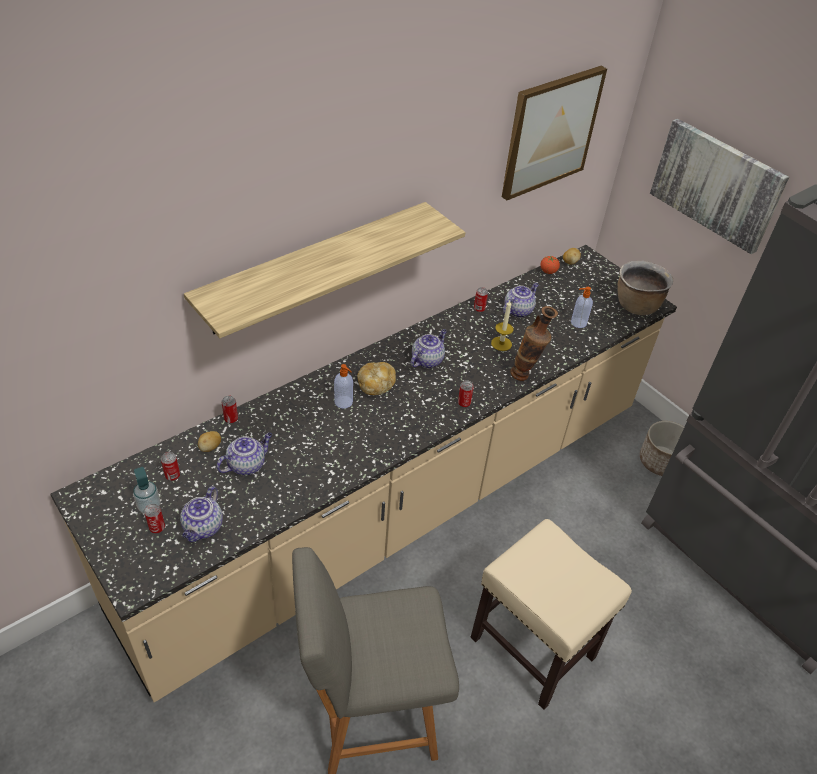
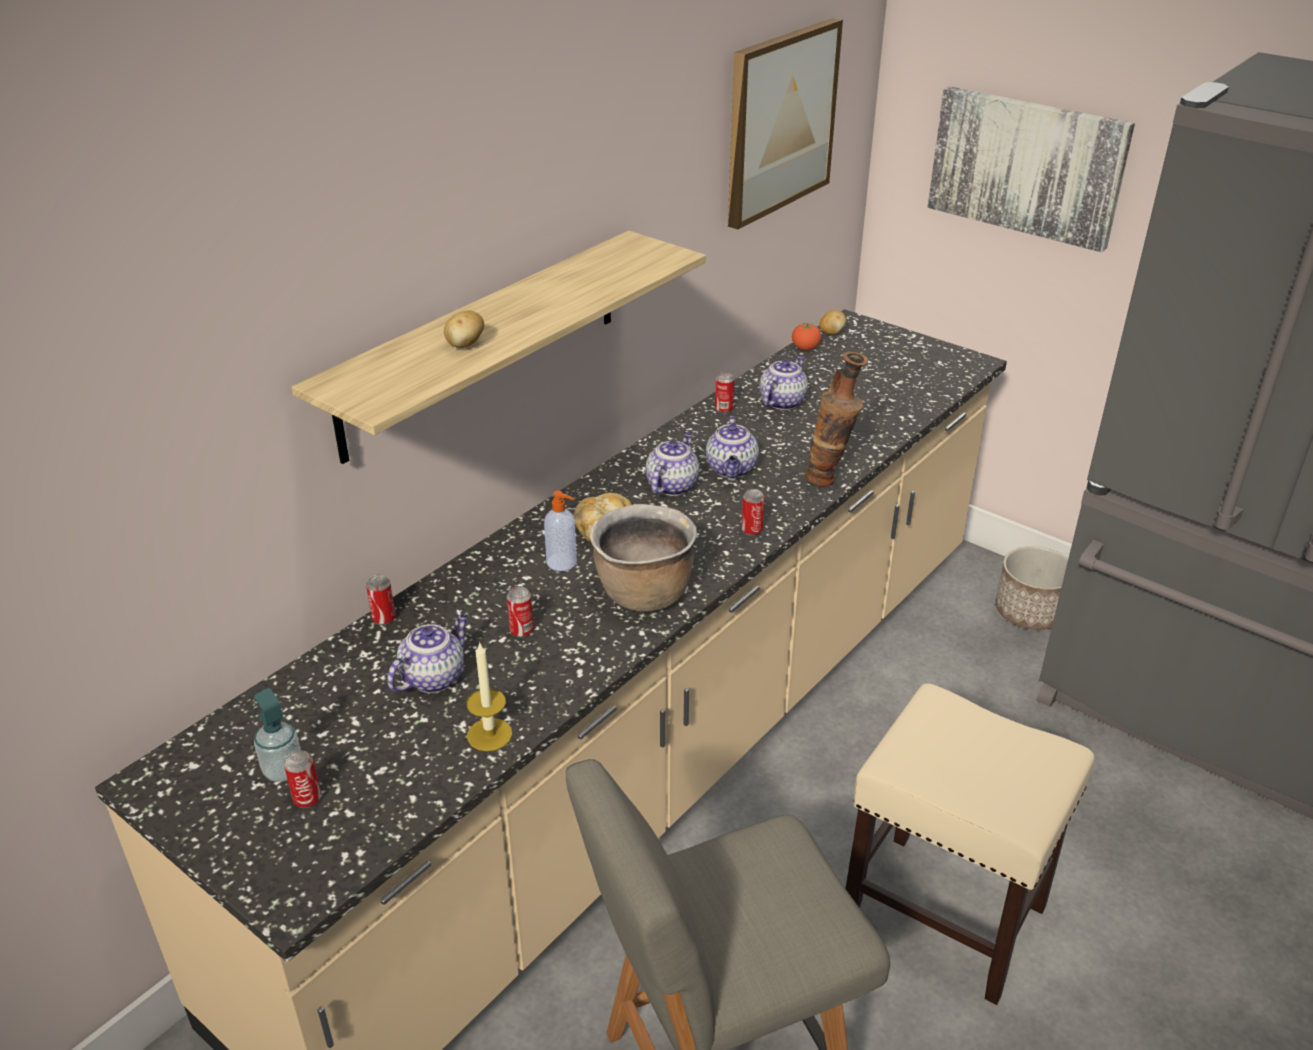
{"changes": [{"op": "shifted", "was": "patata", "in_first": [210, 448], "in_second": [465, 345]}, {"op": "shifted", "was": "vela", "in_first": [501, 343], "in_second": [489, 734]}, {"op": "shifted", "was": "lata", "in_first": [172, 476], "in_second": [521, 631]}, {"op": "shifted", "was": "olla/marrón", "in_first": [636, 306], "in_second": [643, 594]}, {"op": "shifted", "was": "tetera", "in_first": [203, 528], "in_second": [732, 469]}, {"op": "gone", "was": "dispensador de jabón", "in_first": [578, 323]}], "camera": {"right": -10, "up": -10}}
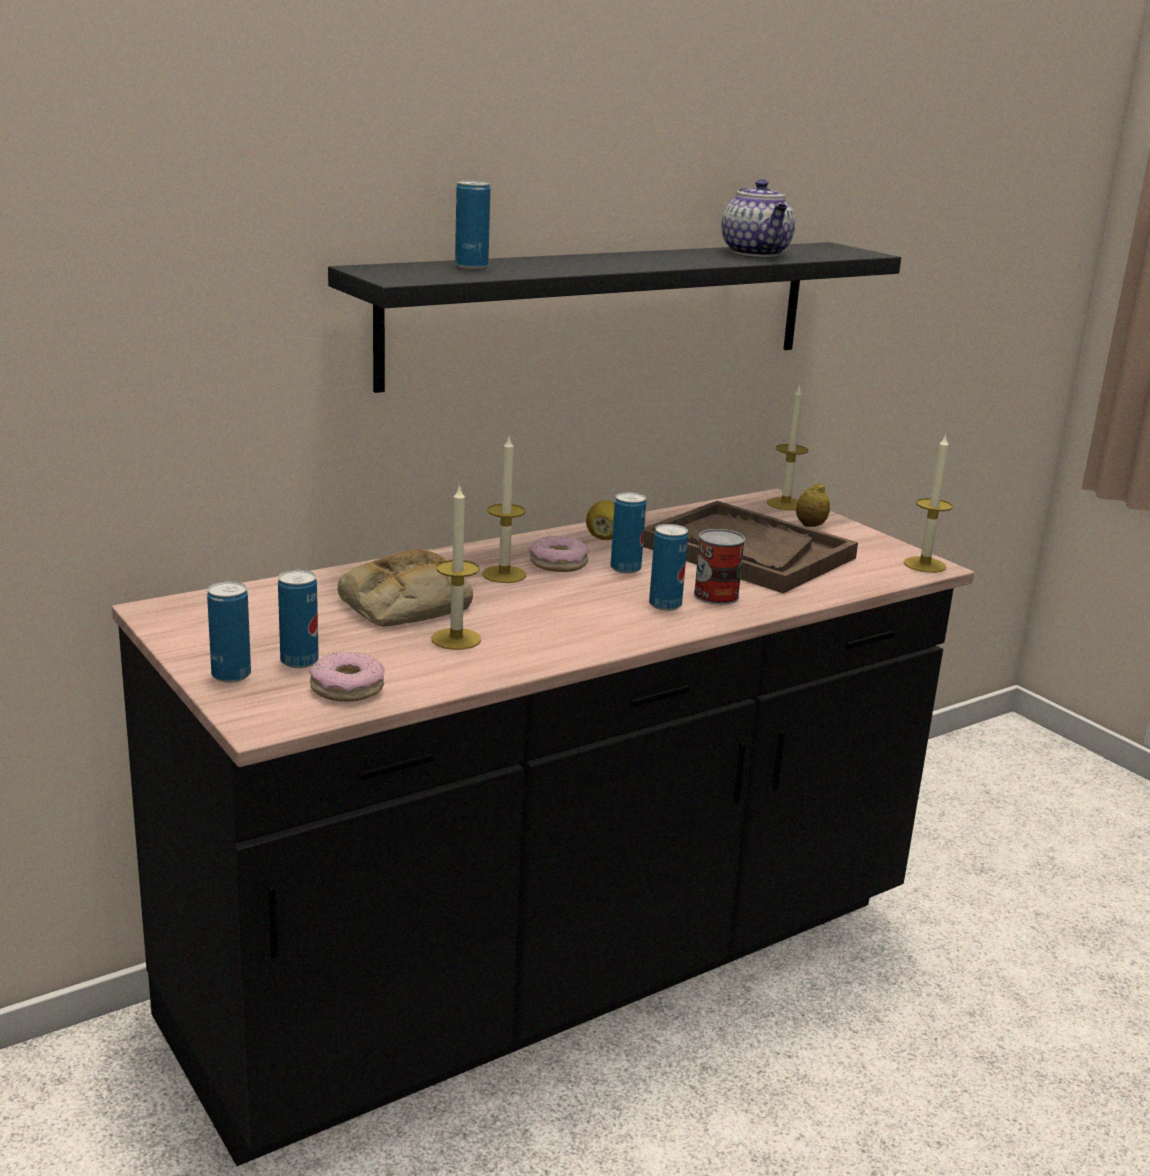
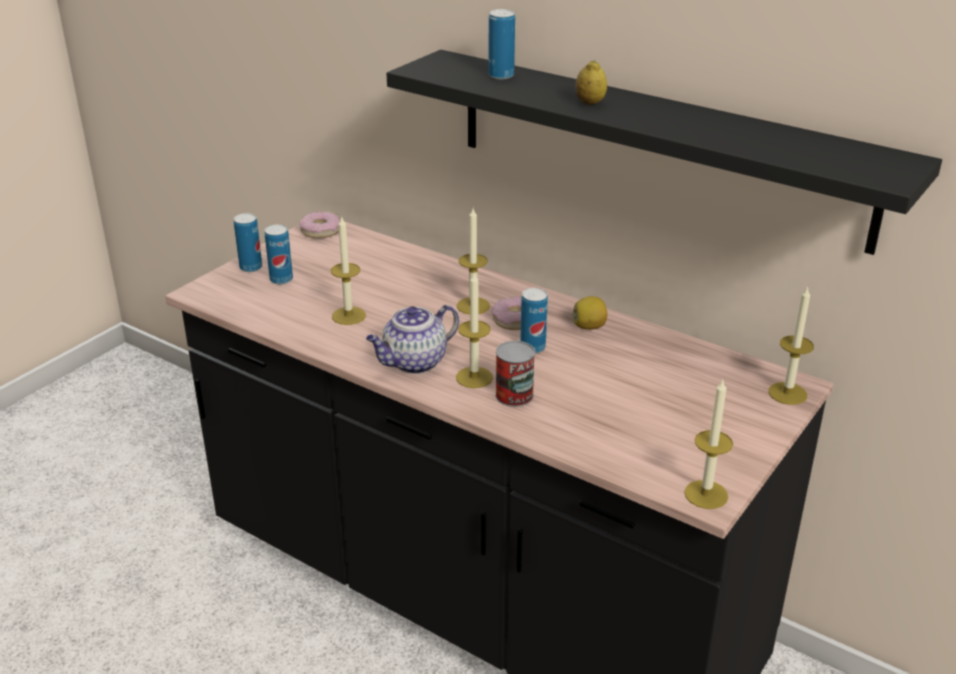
{"changes": [{"op": "shifted", "was": "rosquilla", "in_first": [347, 688], "in_second": [320, 231]}, {"op": "shifted", "was": "tetera", "in_first": [756, 253], "in_second": [414, 363]}, {"op": "swapped", "was": "lata", "now": "vela", "in_first": [665, 605], "in_second": [474, 377]}, {"op": "shifted", "was": "limón", "in_first": [810, 525], "in_second": [590, 103]}, {"op": "gone", "was": "pan", "in_first": [404, 604]}, {"op": "gone", "was": "bandeja/marrón", "in_first": [746, 551]}], "camera": {"right": 70, "up": 10}}
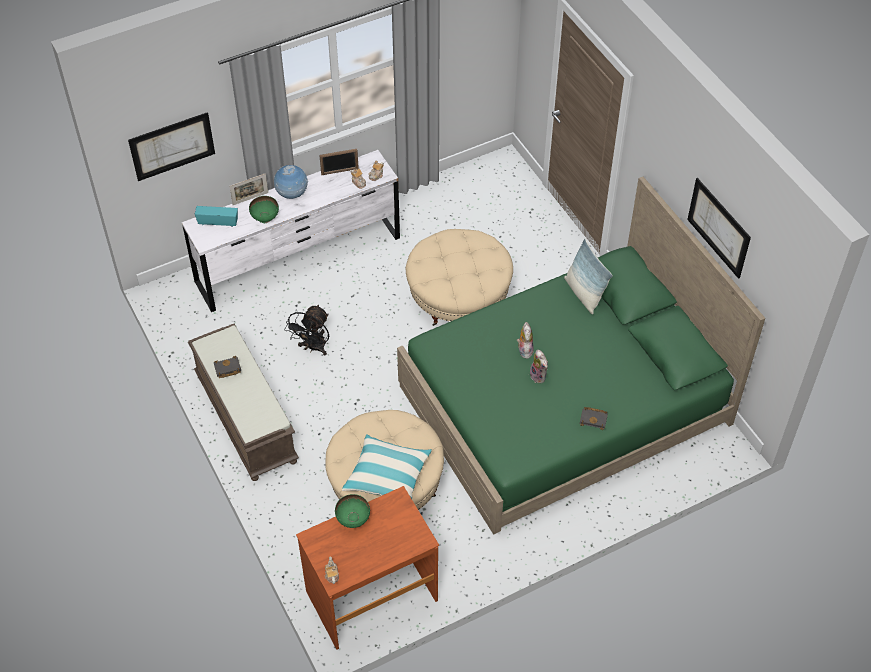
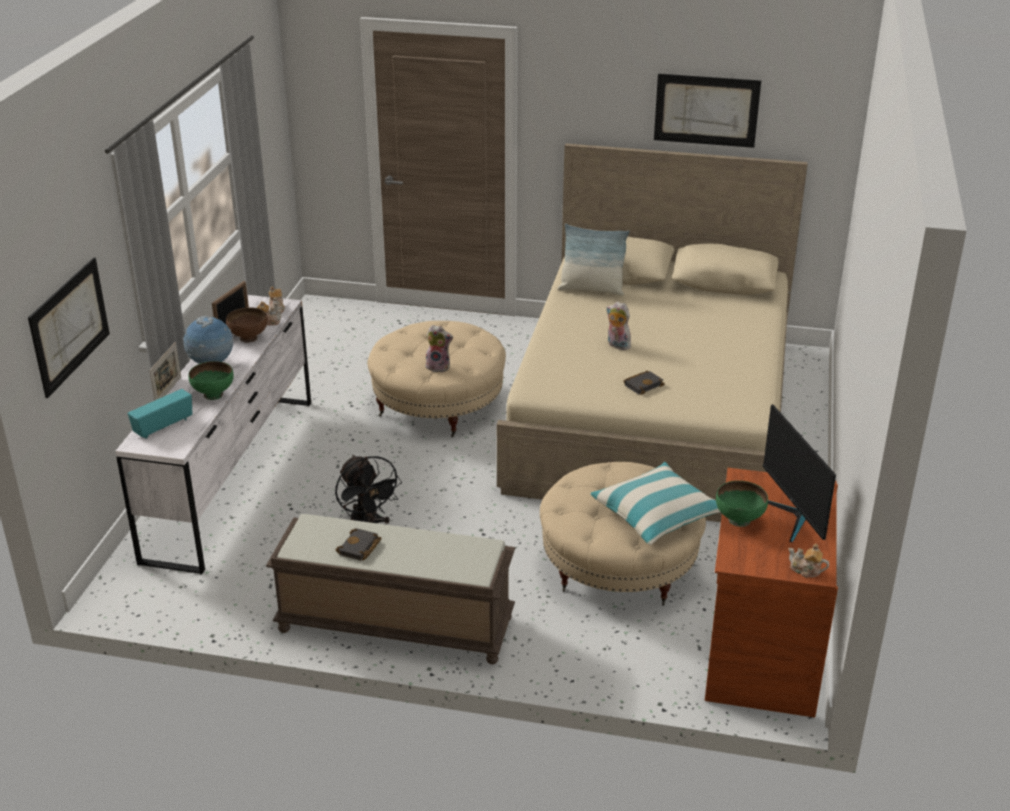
{"changes": [{"op": "new", "now": "cuenco/marrón", "in_second": [248, 338]}, {"op": "shifted", "was": "peluche", "in_first": [539, 376], "in_second": [439, 367]}, {"op": "repainted", "was": "cama/verde", "now": "cama/beis", "in_first": [564, 404], "in_second": [654, 412]}, {"op": "shifted", "was": "libro/negro", "in_first": [594, 419], "in_second": [643, 384]}, {"op": "new", "now": "monitor", "in_second": [793, 516]}], "camera": {"right": -50, "up": -20}}
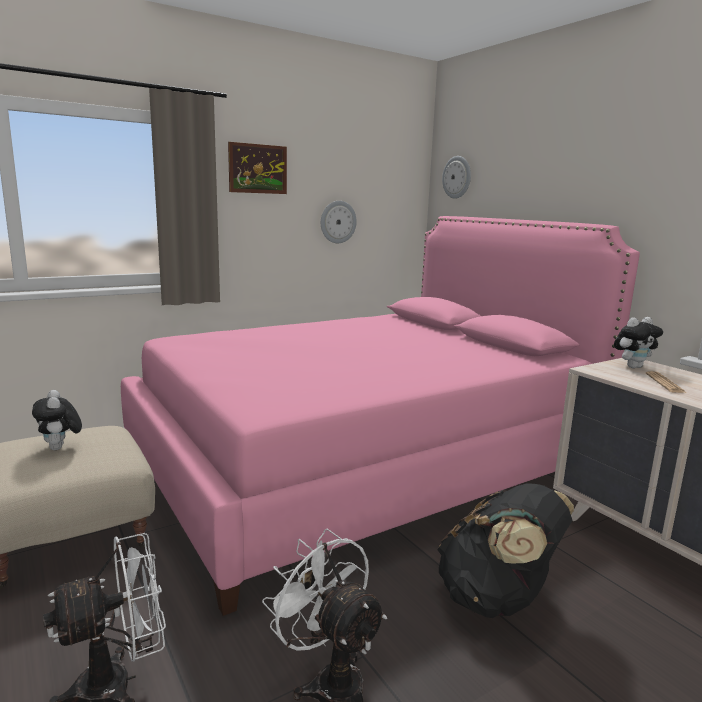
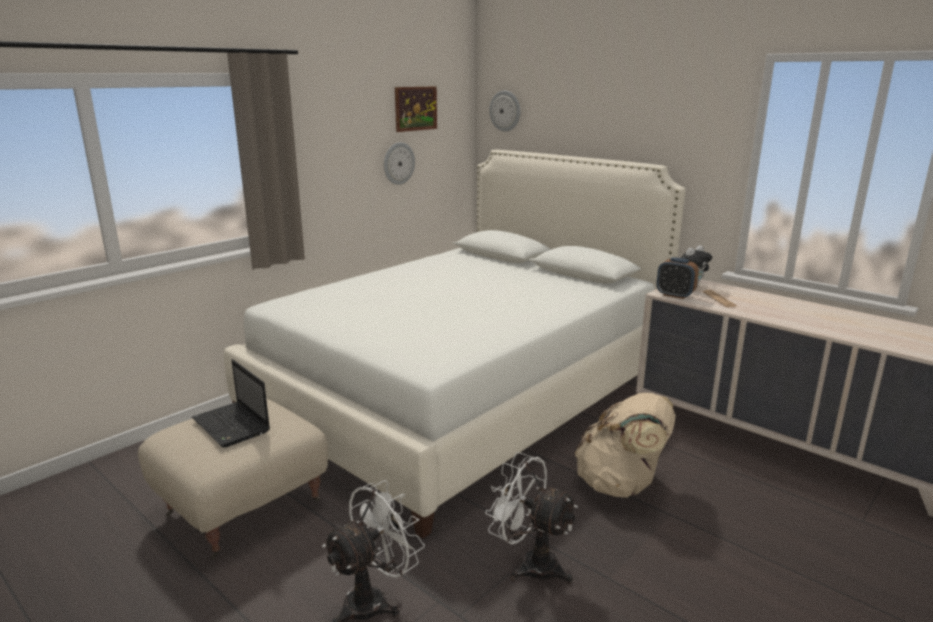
{"changes": [{"op": "swapped", "was": "peluche", "now": "portátil", "in_first": [60, 448], "in_second": [232, 426]}, {"op": "repainted", "was": "cama/rosa", "now": "cama/blanco", "in_first": [361, 463], "in_second": [463, 395]}, {"op": "shifted", "was": "cuadro", "in_first": [258, 169], "in_second": [415, 108]}, {"op": "repainted", "was": "mochila/negro", "now": "mochila/beis", "in_first": [497, 599], "in_second": [621, 485]}, {"op": "new", "now": "despertador", "in_second": [675, 295]}], "camera": {"right": -15, "up": 5}}
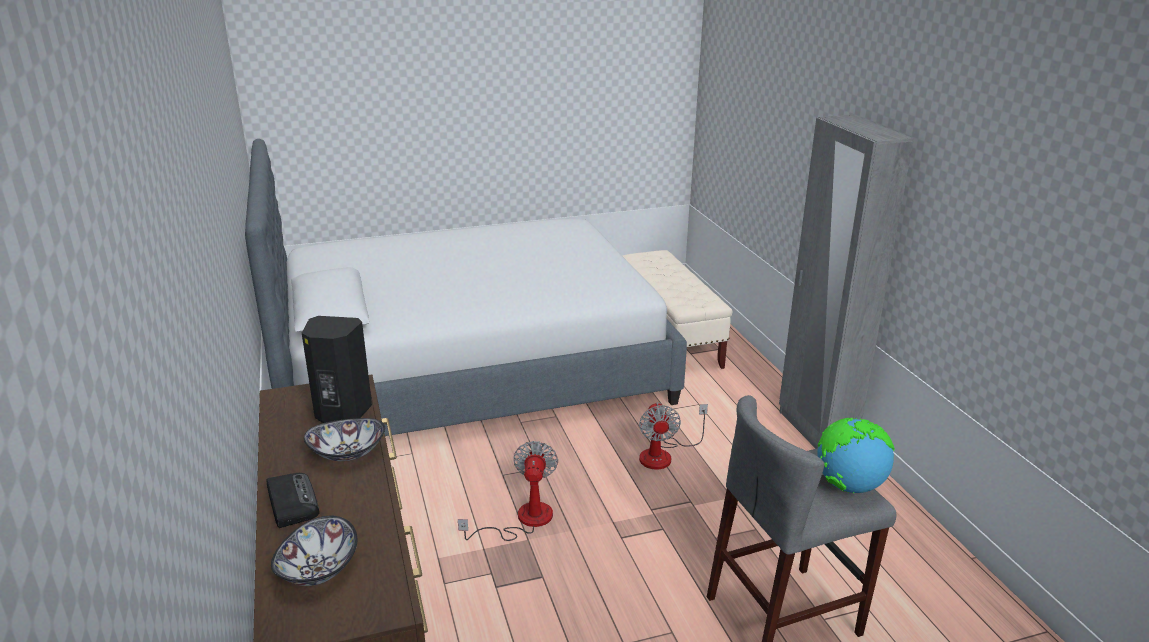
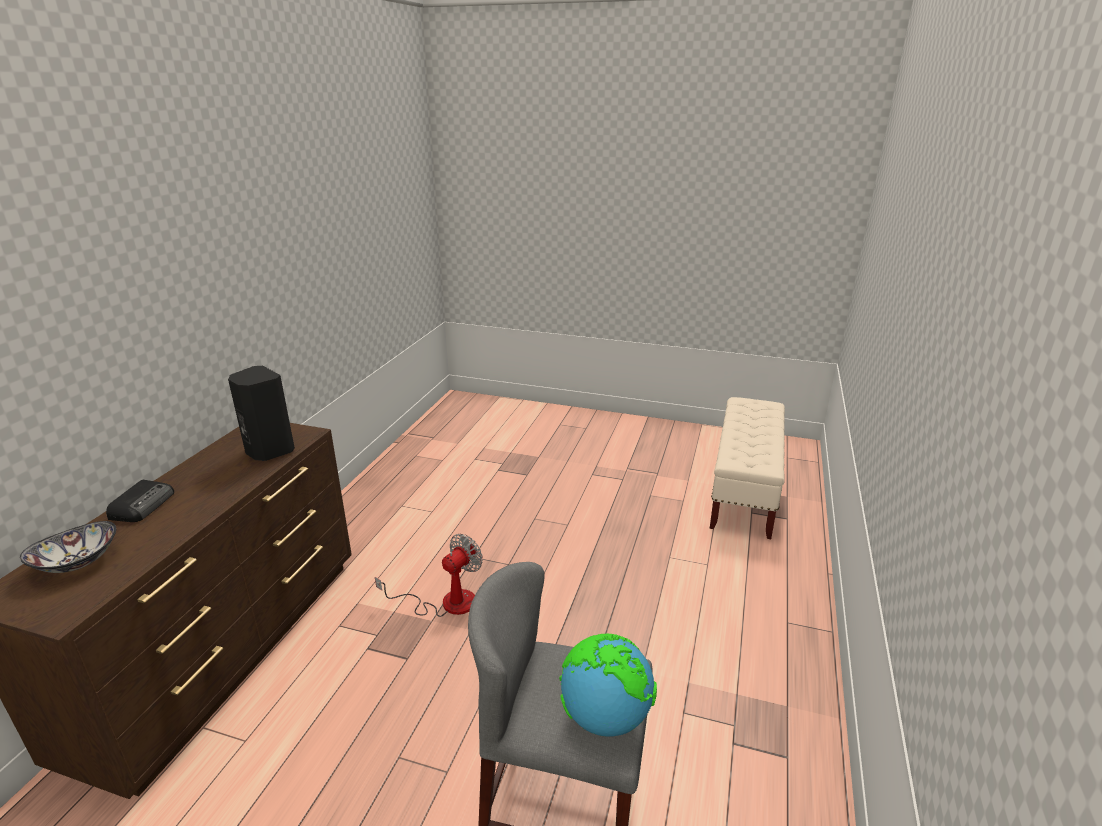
{"changes": [{"op": "gone", "was": "cama", "in_first": [468, 368]}, {"op": "gone", "was": "cuenco", "in_first": [348, 453]}, {"op": "gone", "was": "ventilador", "in_first": [664, 454]}, {"op": "gone", "was": "armario ropero/gris", "in_first": [815, 431]}], "camera": {"right": 35, "up": 0}}
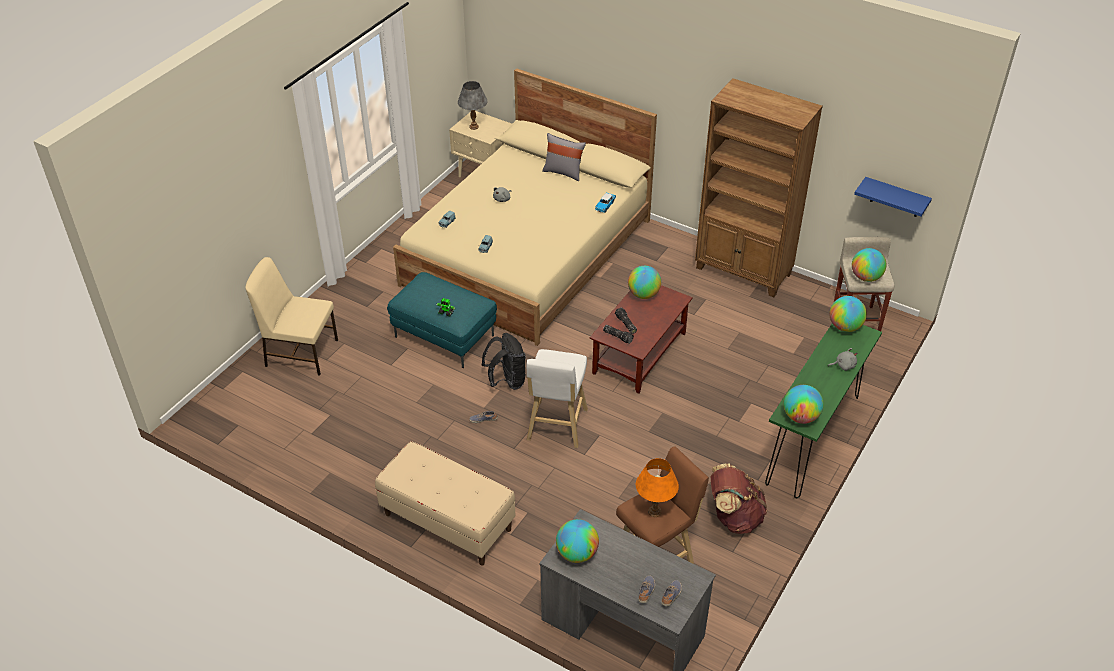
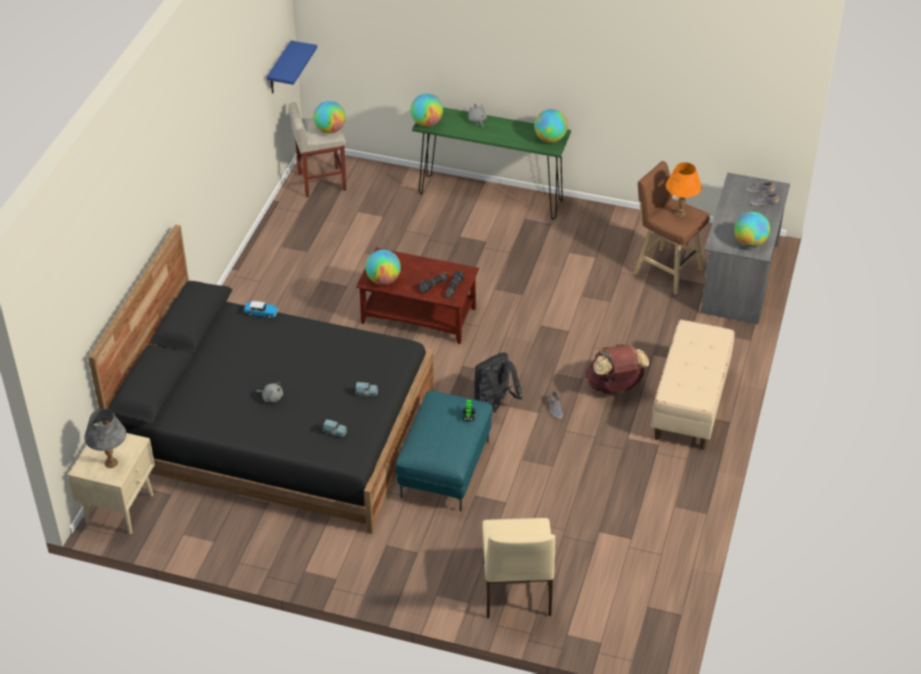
{"changes": [{"op": "repainted", "was": "cama/beis", "now": "cama/negro", "in_first": [528, 252], "in_second": [276, 430]}, {"op": "shifted", "was": "mochila/marrón", "in_first": [733, 517], "in_second": [614, 387]}, {"op": "gone", "was": "taburete/blanco", "in_first": [556, 427]}, {"op": "gone", "was": "cojín/gris", "in_first": [563, 172]}, {"op": "gone", "was": "estantería/marrón", "in_first": [743, 271]}], "camera": {"right": -105, "up": 0}}
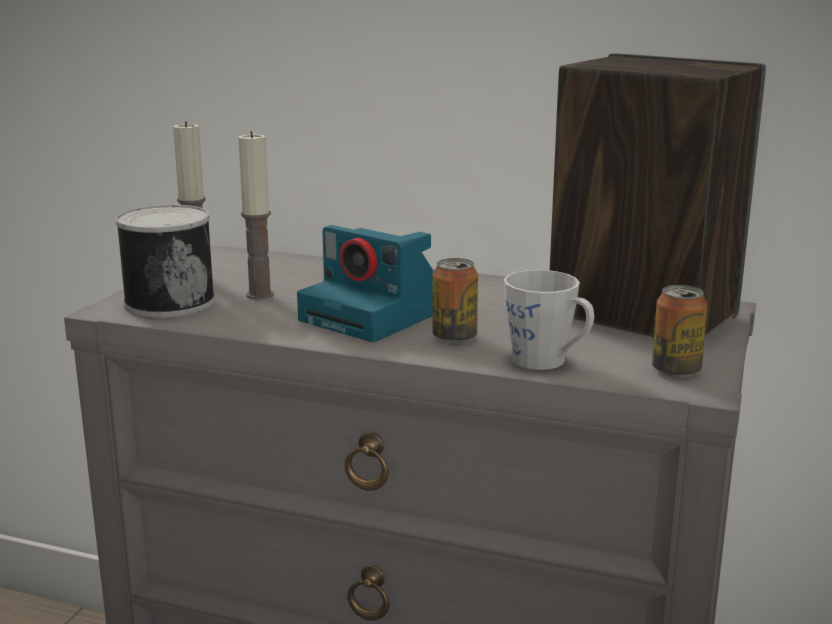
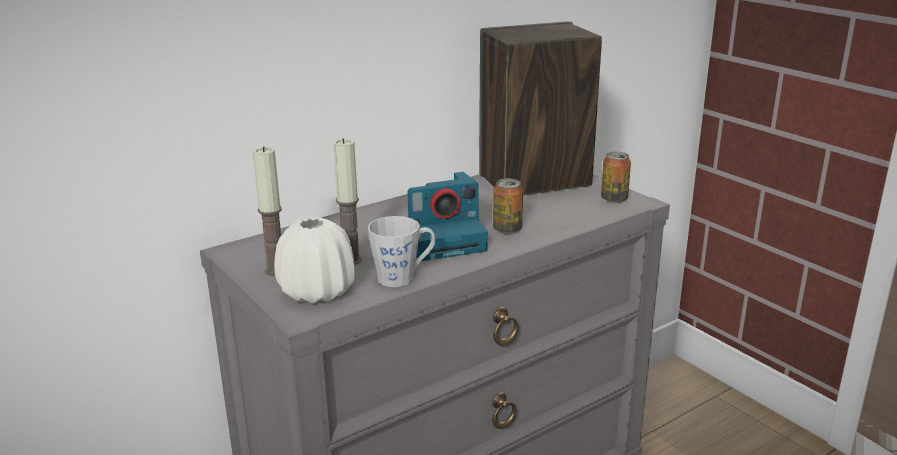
{"changes": [{"op": "swapped", "was": "lata", "now": "florero/blanco", "in_first": [169, 301], "in_second": [317, 291]}, {"op": "shifted", "was": "taza grande/gris", "in_first": [547, 362], "in_second": [403, 277]}], "camera": {"right": -55, "up": 5}}
